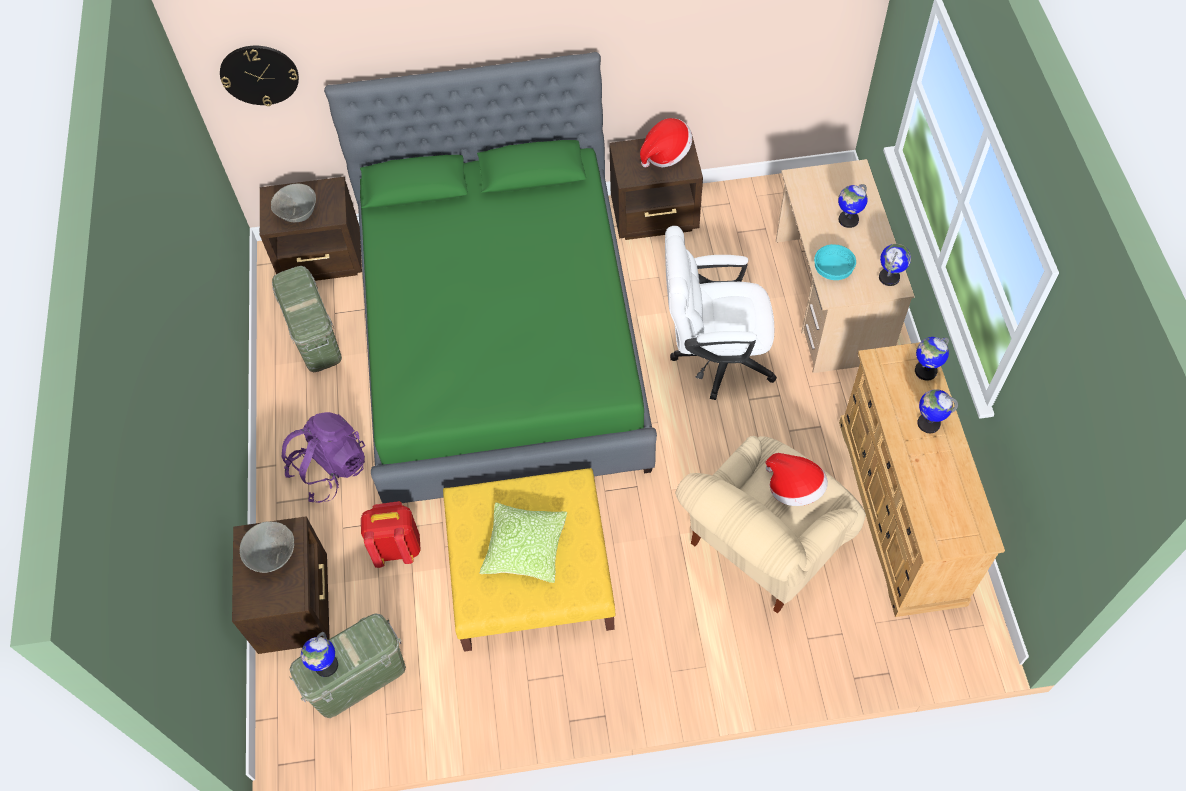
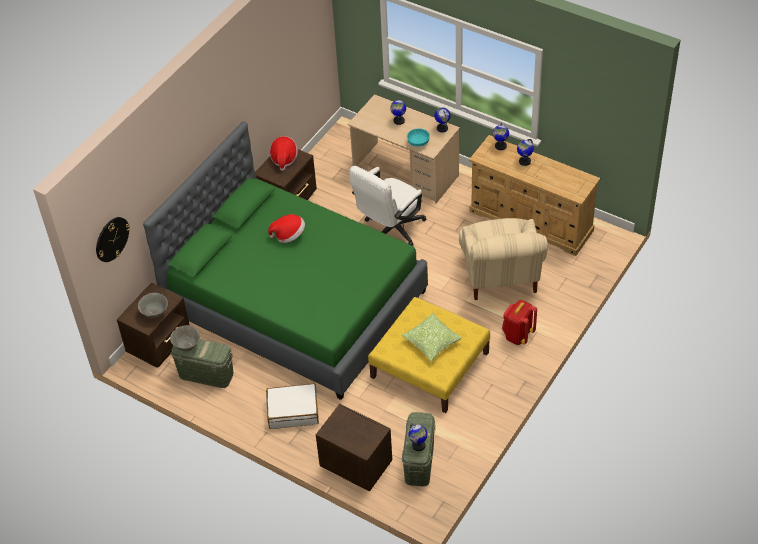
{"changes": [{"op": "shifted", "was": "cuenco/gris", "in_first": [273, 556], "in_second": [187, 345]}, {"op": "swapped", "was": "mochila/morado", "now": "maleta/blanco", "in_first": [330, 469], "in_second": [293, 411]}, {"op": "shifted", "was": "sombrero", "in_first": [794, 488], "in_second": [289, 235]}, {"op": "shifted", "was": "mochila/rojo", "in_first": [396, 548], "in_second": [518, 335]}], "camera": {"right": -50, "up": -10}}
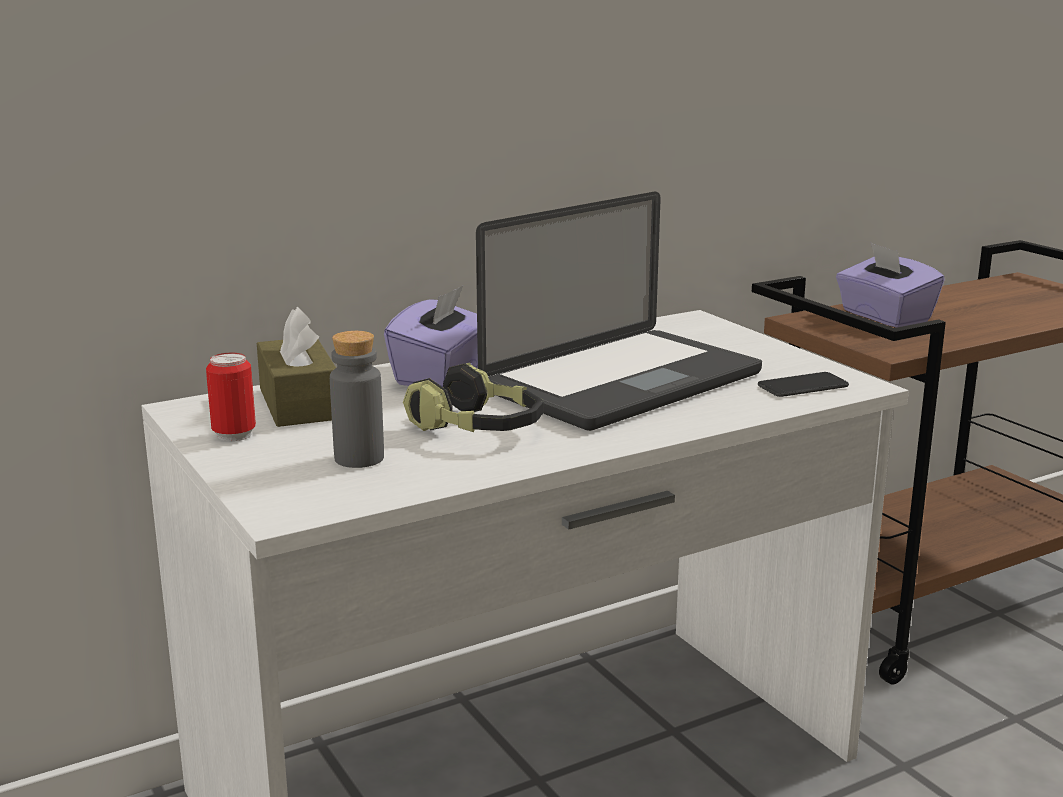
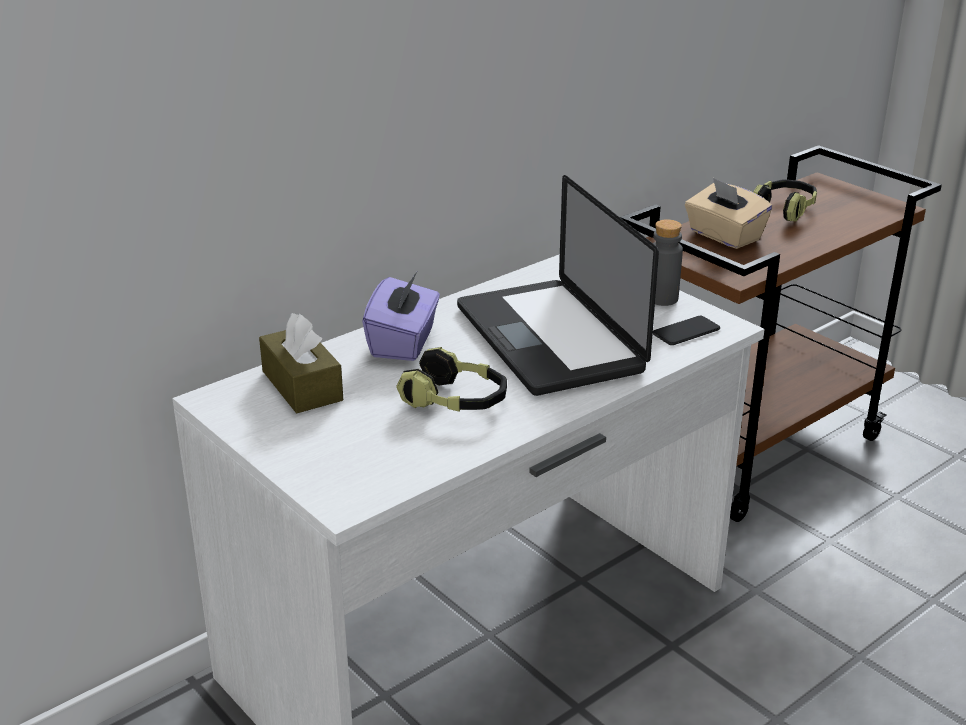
{"changes": [{"op": "rotated", "was": "portátil", "in_first": [623, 382], "in_second": [548, 339], "clockwise": 120}, {"op": "shifted", "was": "botella/gris", "in_first": [359, 458], "in_second": [662, 299]}, {"op": "repainted", "was": "caja de pañuelos/morado", "now": "caja de pañuelos/beis", "in_first": [884, 317], "in_second": [724, 236]}, {"op": "new", "now": "auriculares", "in_second": [784, 210]}, {"op": "gone", "was": "lata", "in_first": [234, 435]}], "camera": {"right": -10, "up": 10}}
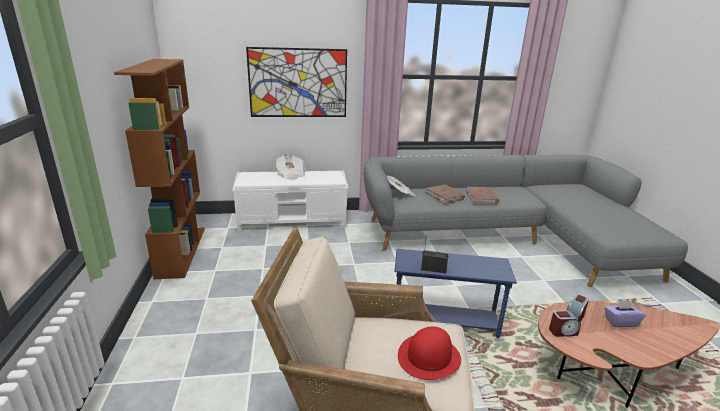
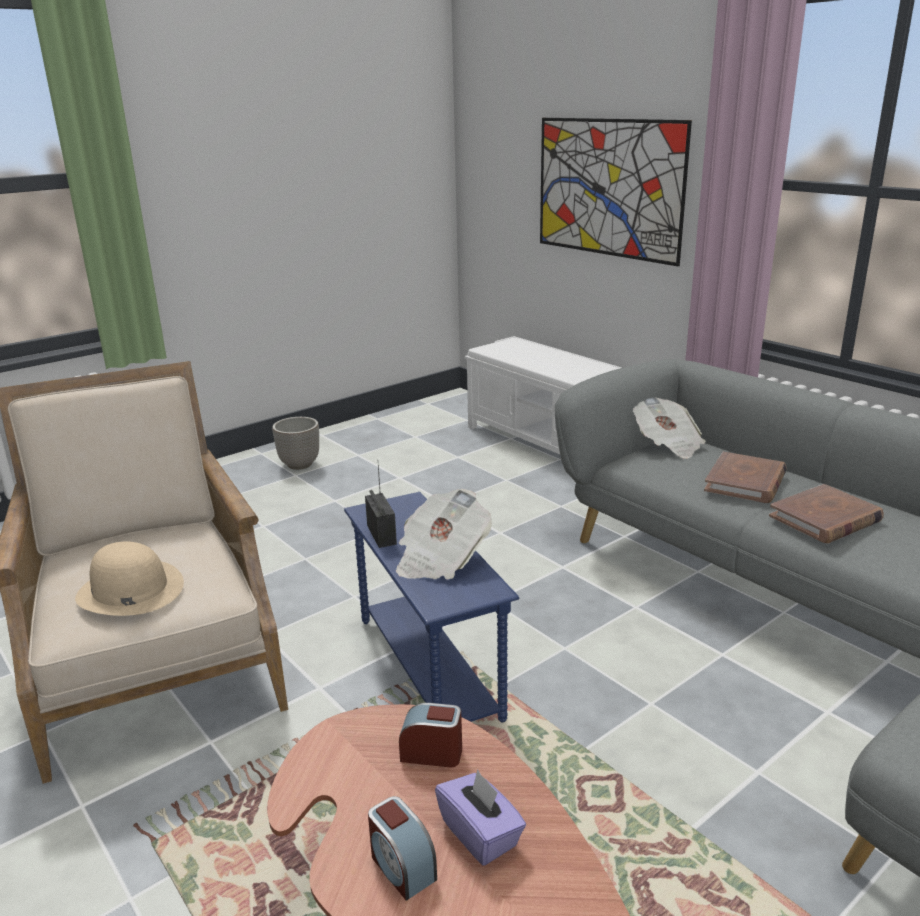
{"changes": [{"op": "repainted", "was": "sombrero/rojo", "now": "sombrero/beis", "in_first": [429, 357], "in_second": [130, 590]}, {"op": "new", "now": "maceta", "in_second": [299, 465]}, {"op": "shifted", "was": "despertador", "in_first": [562, 331], "in_second": [401, 867]}, {"op": "shifted", "was": "periódico", "in_first": [291, 175], "in_second": [440, 559]}, {"op": "gone", "was": "estantería/marrón", "in_first": [181, 251]}], "camera": {"right": 60, "up": 0}}
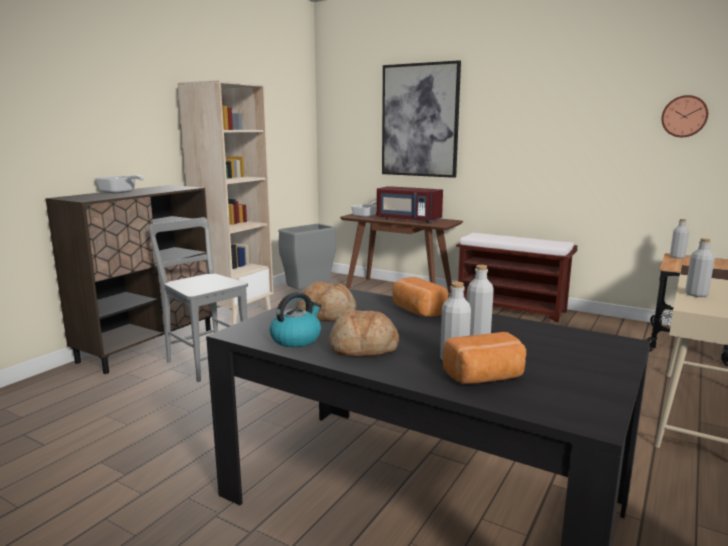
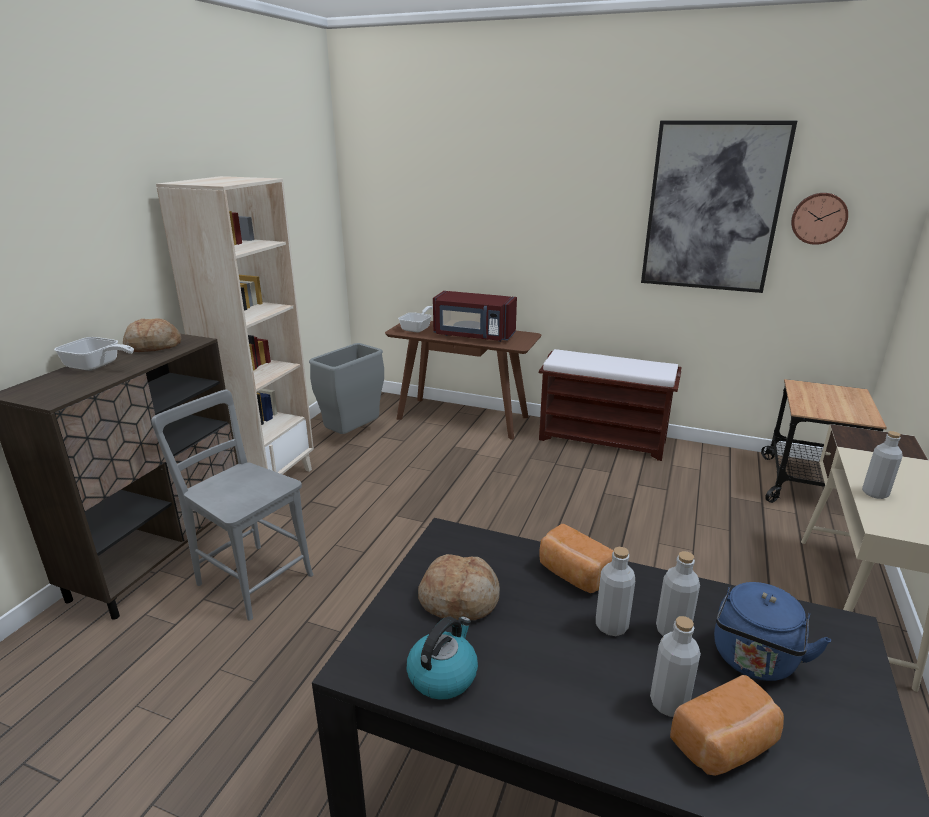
{"changes": [{"op": "shifted", "was": "pan", "in_first": [362, 348], "in_second": [153, 346]}, {"op": "shifted", "was": "botella/gris", "in_first": [677, 257], "in_second": [611, 625]}, {"op": "shifted", "was": "cuadro", "in_first": [420, 120], "in_second": [712, 207]}, {"op": "new", "now": "hervidor/azul", "in_second": [754, 661]}], "camera": {"right": -10, "up": 10}}
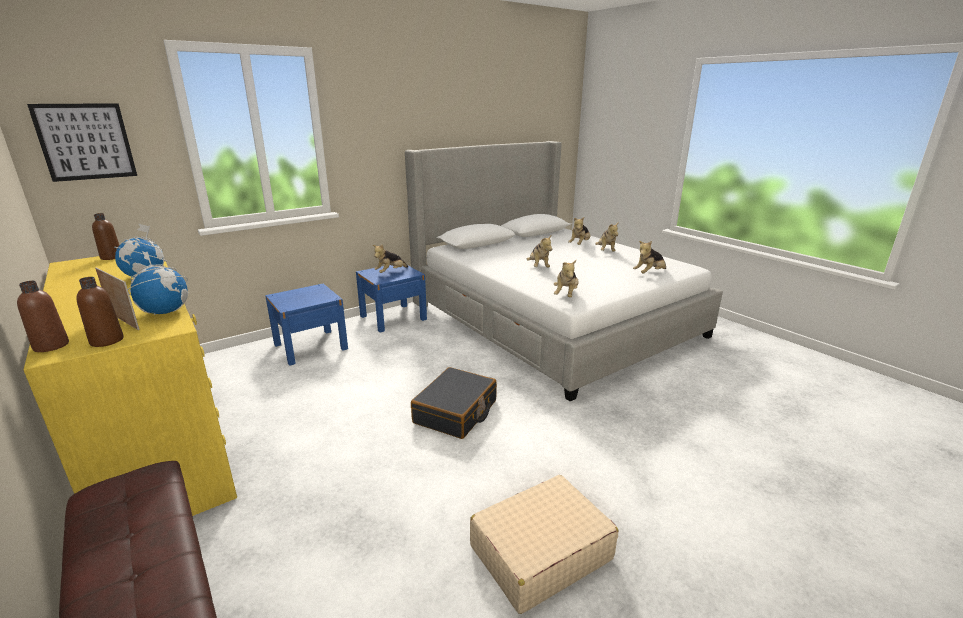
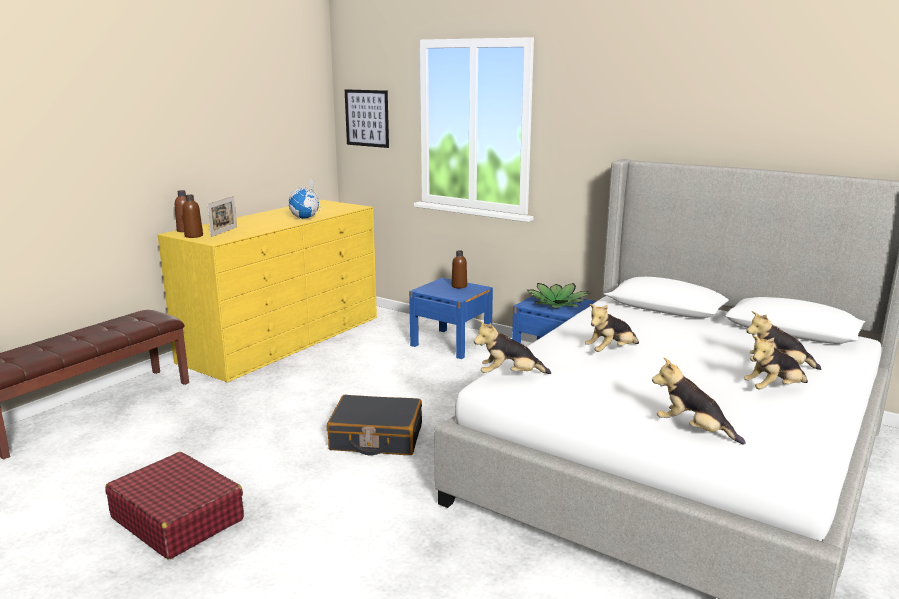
{"changes": [{"op": "repainted", "was": "maleta/beis", "now": "maleta/rojo", "in_first": [540, 553], "in_second": [177, 518]}, {"op": "shifted", "was": "botella/marrón", "in_first": [111, 257], "in_second": [459, 286]}, {"op": "swapped", "was": "peluche", "now": "planta en maceta", "in_first": [390, 272], "in_second": [558, 303]}, {"op": "gone", "was": "globo terráqueo", "in_first": [165, 311]}], "camera": {"right": 70, "up": -5}}
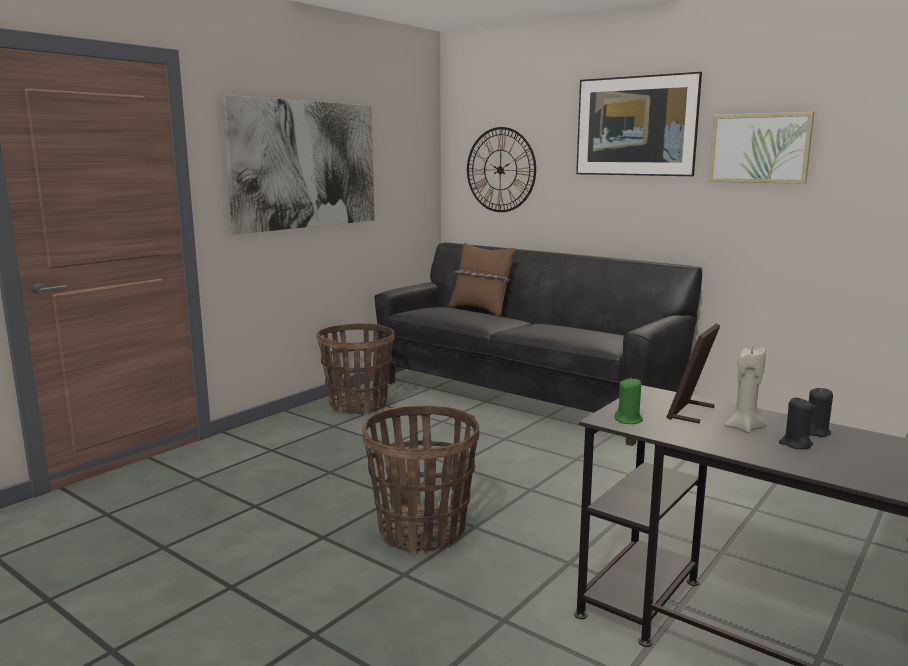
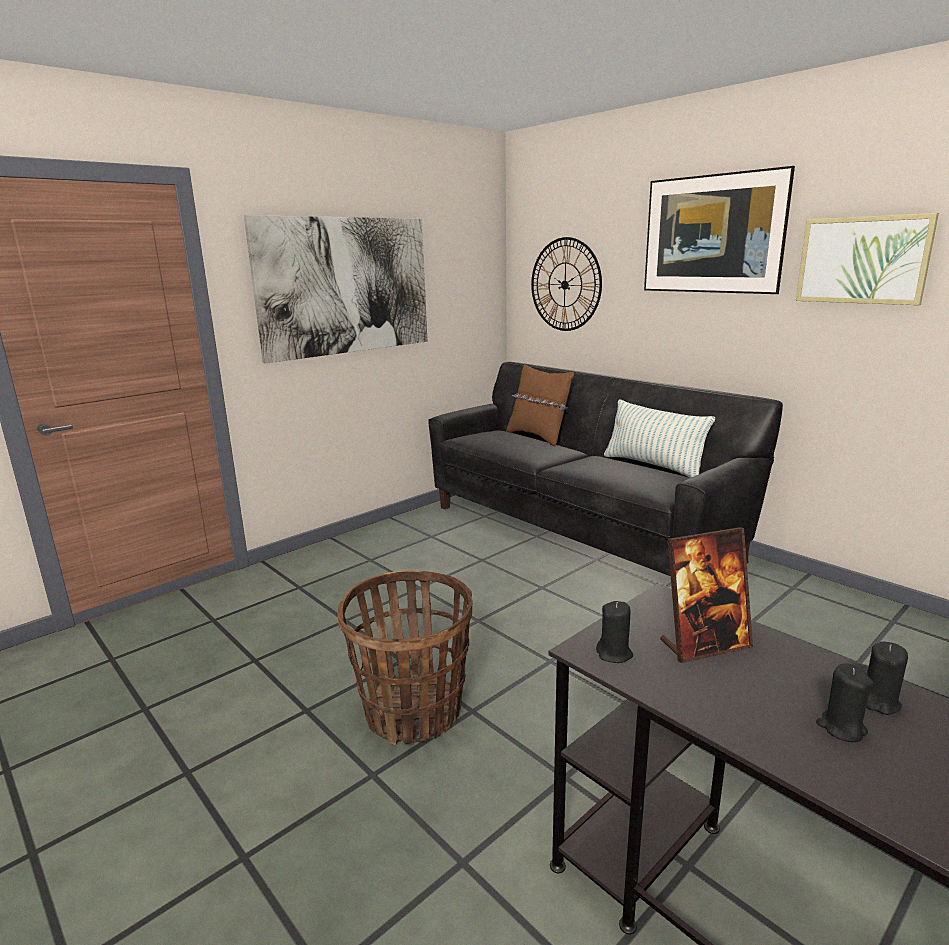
{"changes": [{"op": "repainted", "was": "vela/verde", "now": "vela/negro", "in_first": [628, 420], "in_second": [614, 654]}, {"op": "new", "now": "cojín", "in_second": [653, 466]}, {"op": "rotated", "was": "portarretratos", "in_first": [690, 413], "in_second": [704, 645], "clockwise": -150}, {"op": "gone", "was": "cesta", "in_first": [358, 405]}, {"op": "gone", "was": "vela/beis", "in_first": [743, 428]}], "camera": {"right": 10, "up": 5}}
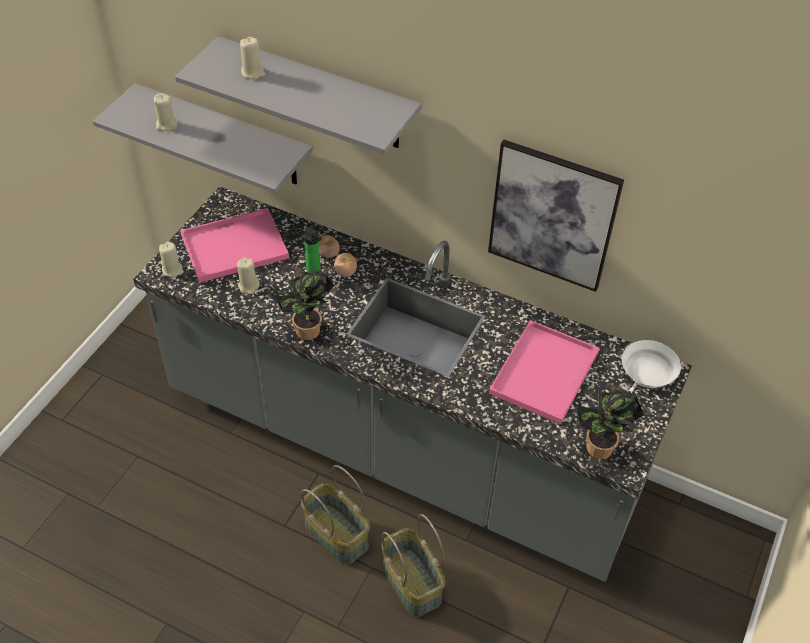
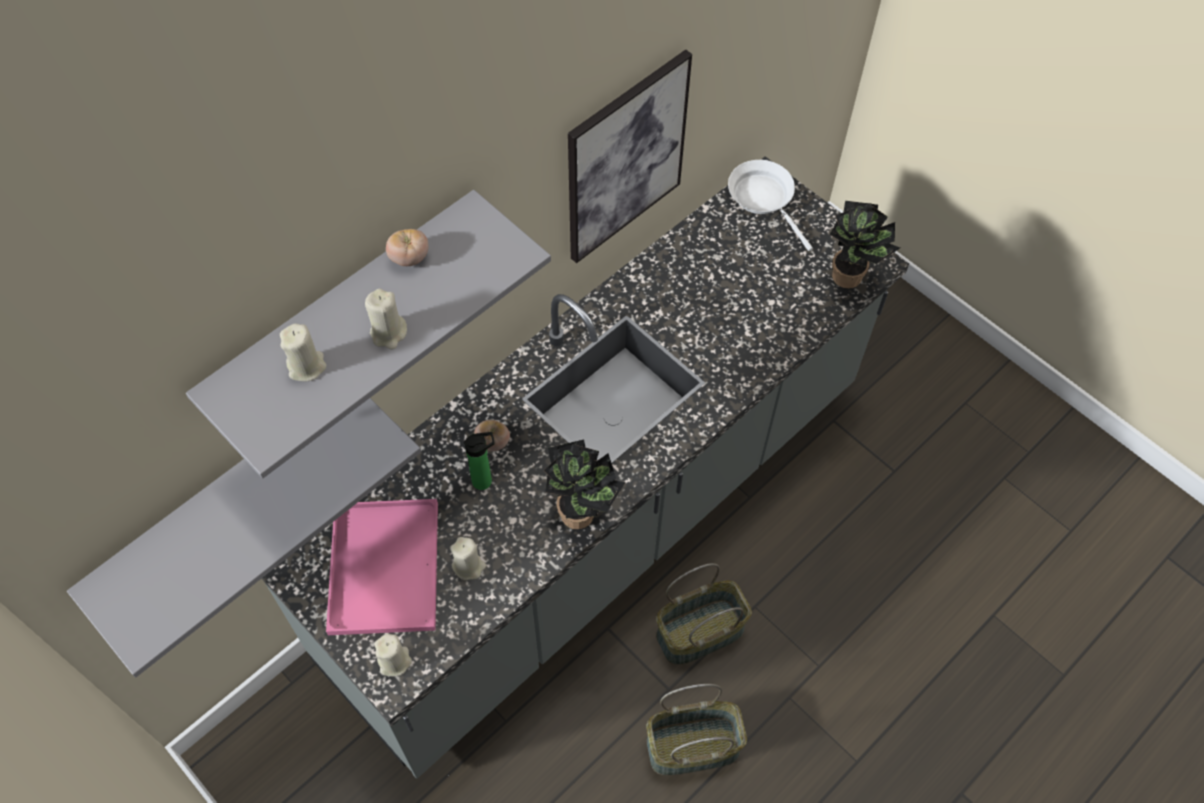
{"changes": [{"op": "shifted", "was": "vela/beis", "in_first": [166, 125], "in_second": [388, 333]}, {"op": "shifted", "was": "tomate", "in_first": [328, 253], "in_second": [409, 258]}, {"op": "shifted", "was": "cesta", "in_first": [413, 582], "in_second": [693, 745]}, {"op": "gone", "was": "bandeja/rosa", "in_first": [544, 374]}], "camera": {"right": -70, "up": 10}}
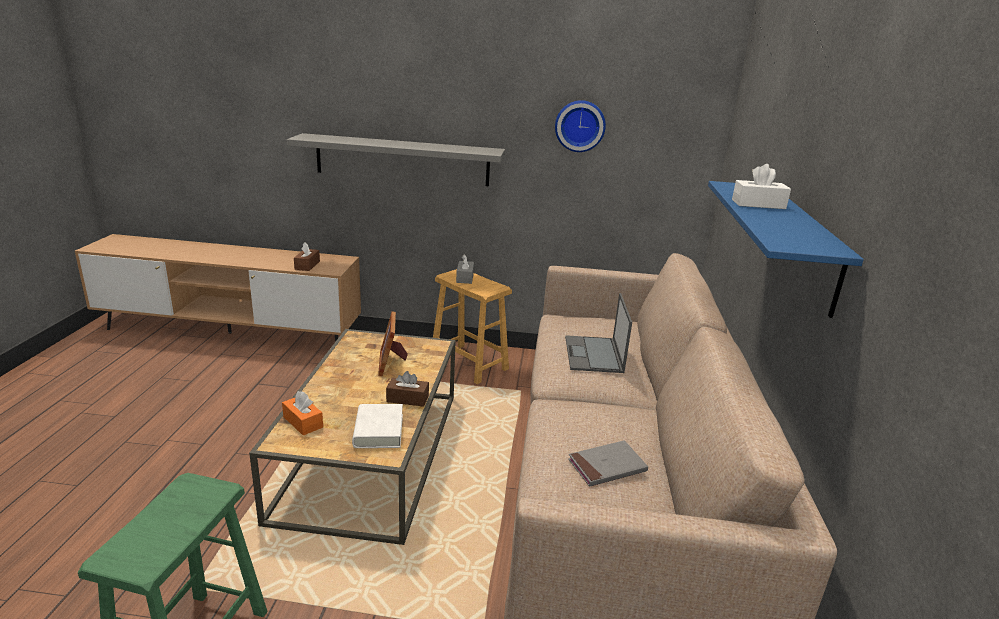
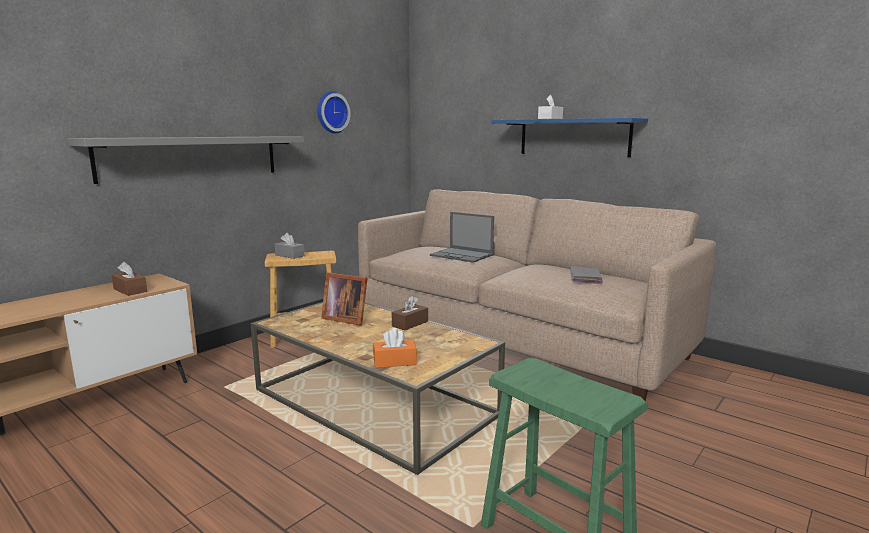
{"changes": [{"op": "gone", "was": "libro/blanco", "in_first": [378, 431]}], "camera": {"right": -55, "up": -10}}
